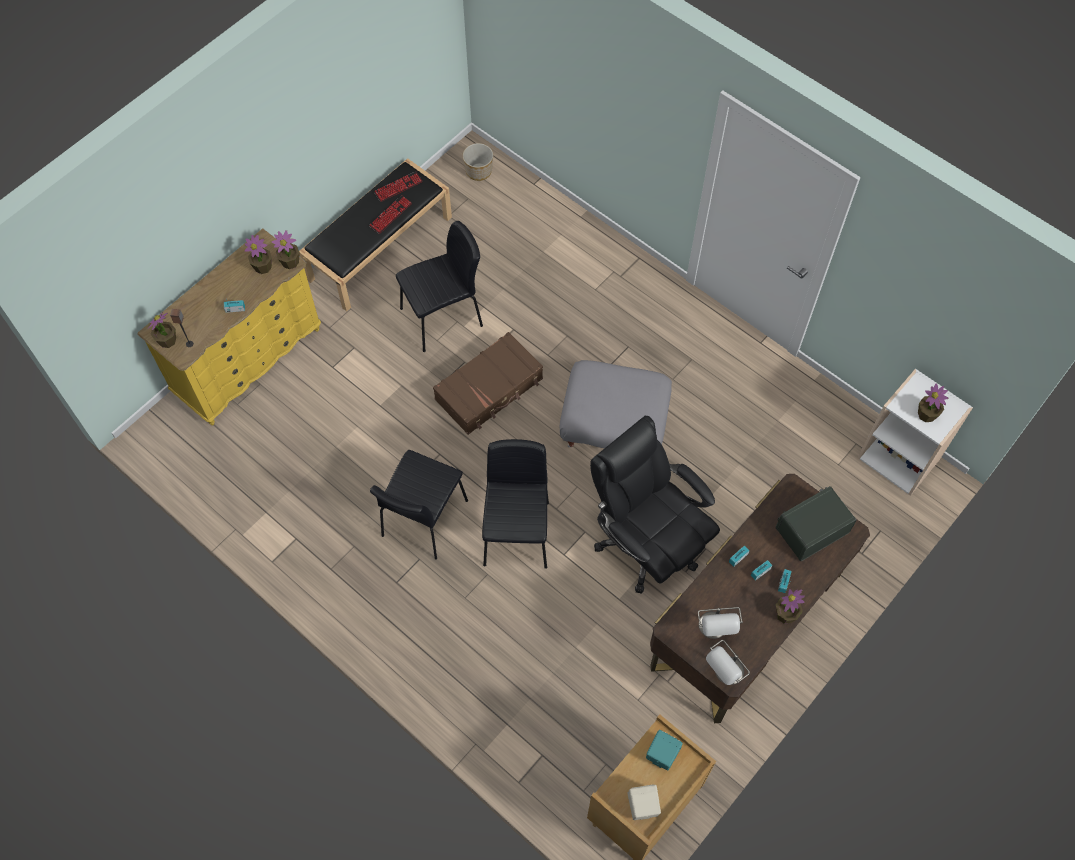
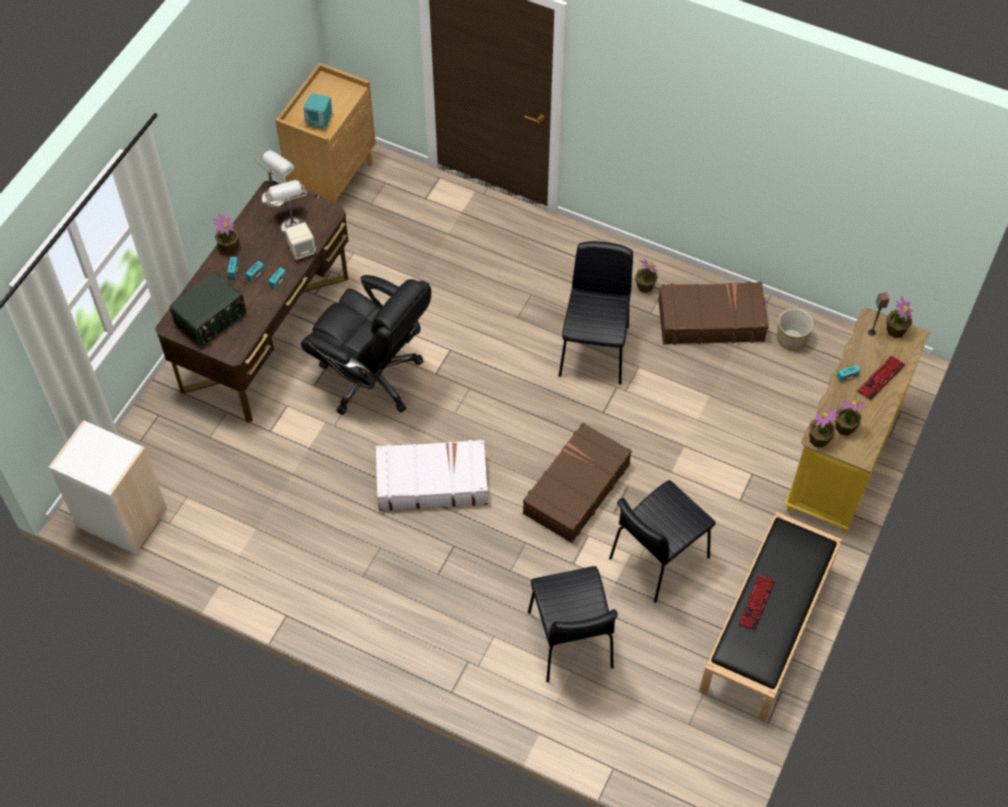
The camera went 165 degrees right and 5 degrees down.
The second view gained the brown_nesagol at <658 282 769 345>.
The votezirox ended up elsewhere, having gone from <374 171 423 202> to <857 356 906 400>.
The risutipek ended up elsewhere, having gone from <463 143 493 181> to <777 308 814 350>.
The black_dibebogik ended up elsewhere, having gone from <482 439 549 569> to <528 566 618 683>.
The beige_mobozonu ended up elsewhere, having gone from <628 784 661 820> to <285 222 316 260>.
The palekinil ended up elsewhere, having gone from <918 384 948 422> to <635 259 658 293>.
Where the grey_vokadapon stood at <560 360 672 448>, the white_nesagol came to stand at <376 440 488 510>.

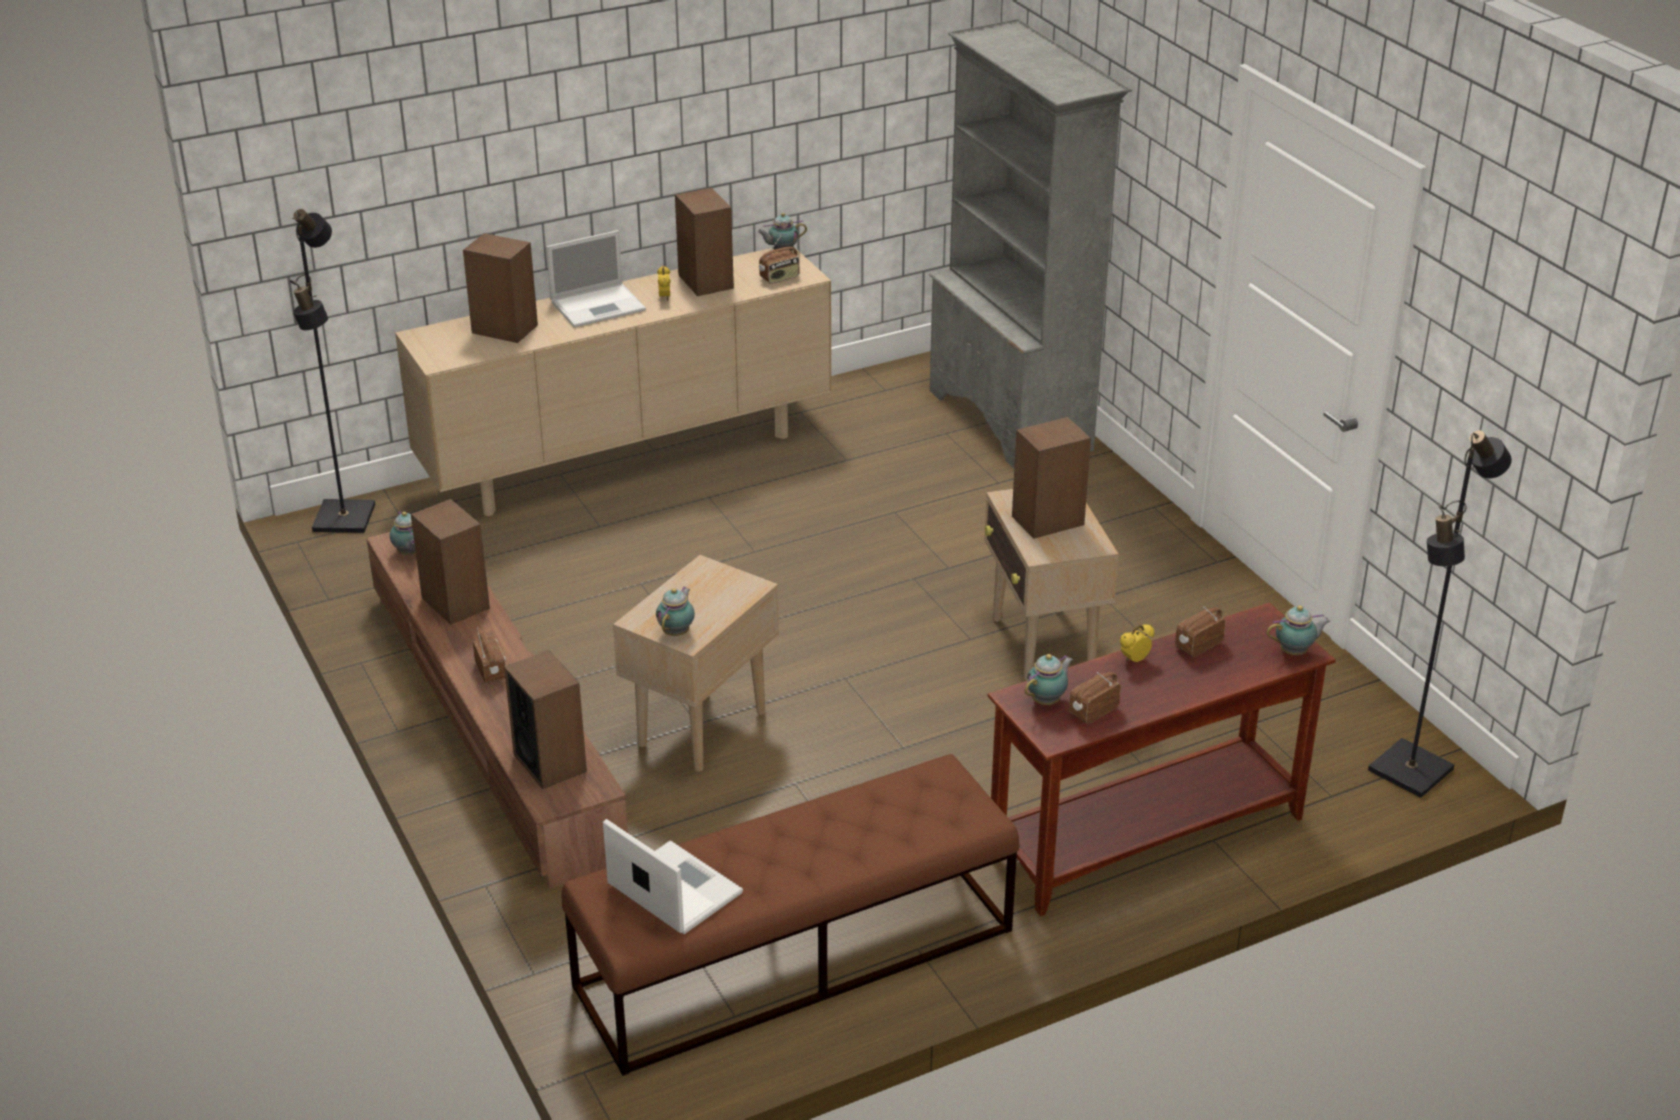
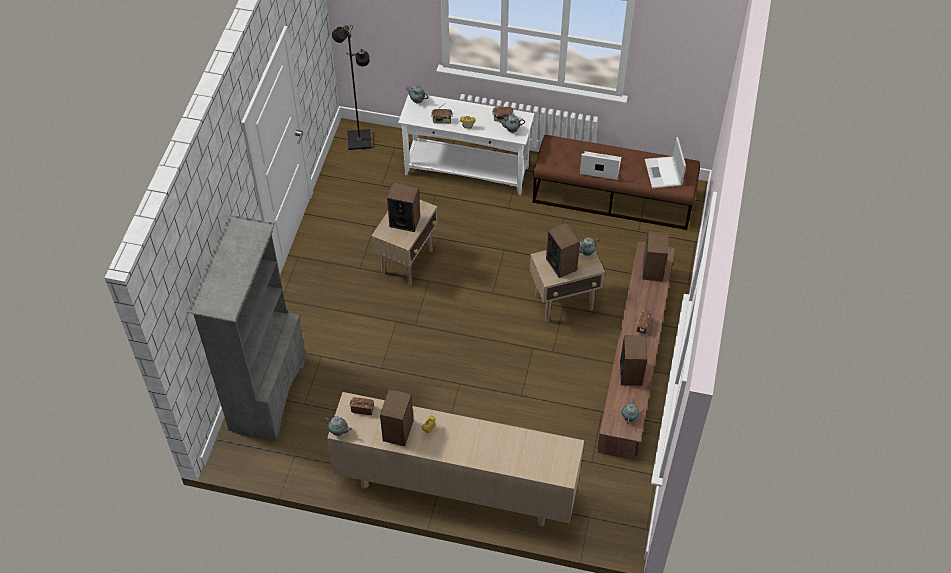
The camera went 140 degrees left and 20 degrees up.
The second view lost the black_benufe at <290 209 375 533>.
The mobozonu ended up elsewhere, having gone from <463 233 538 343> to <546 223 580 278>.
The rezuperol ended up elsewhere, having gone from <546 230 646 328> to <580 151 622 180>.
What was the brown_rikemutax at <987 603 1336 916> turned into the white_rikemutax at <398 94 534 195>.

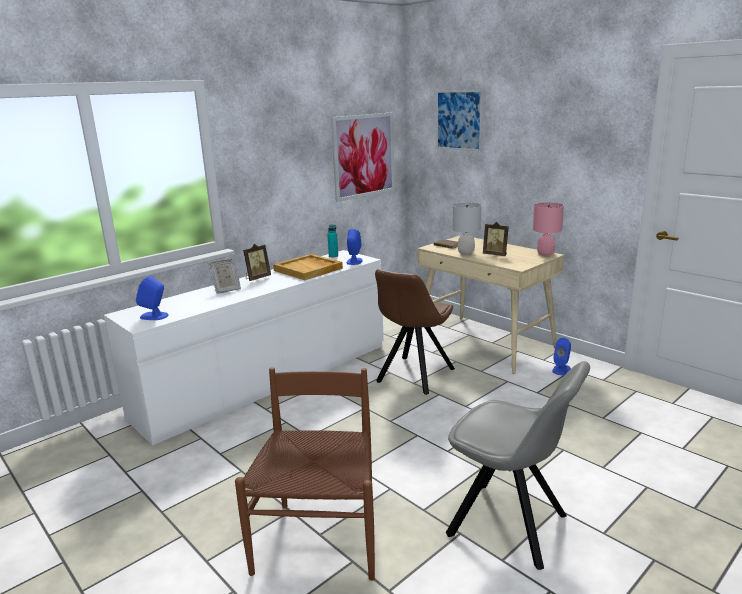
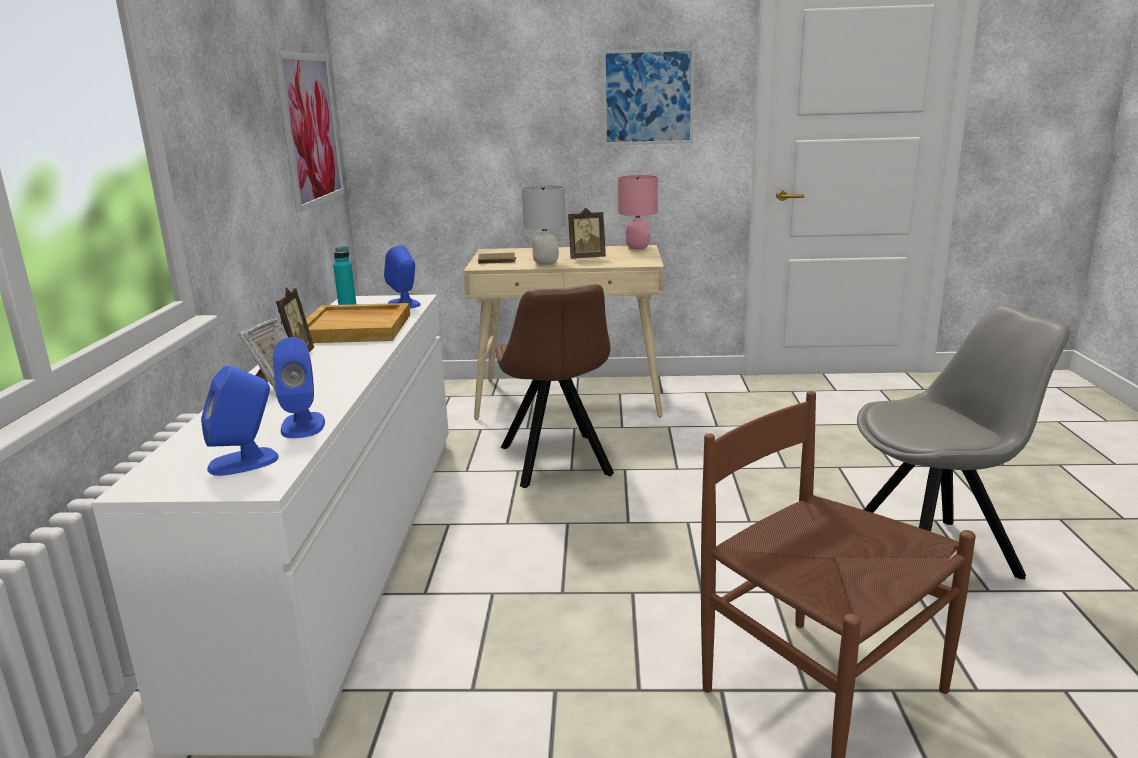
The camera went 45 degrees left and 0 degrees up.
The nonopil ended up elsewhere, having gone from <436 90 483 151> to <602 47 695 146>.
The blue_mobozonu ended up elsewhere, having gone from <552 338 571 375> to <273 337 325 438>.

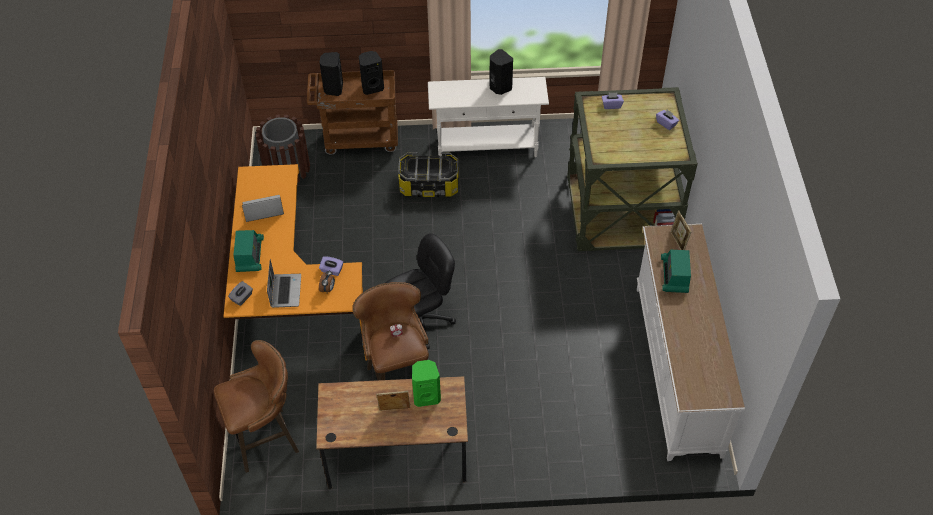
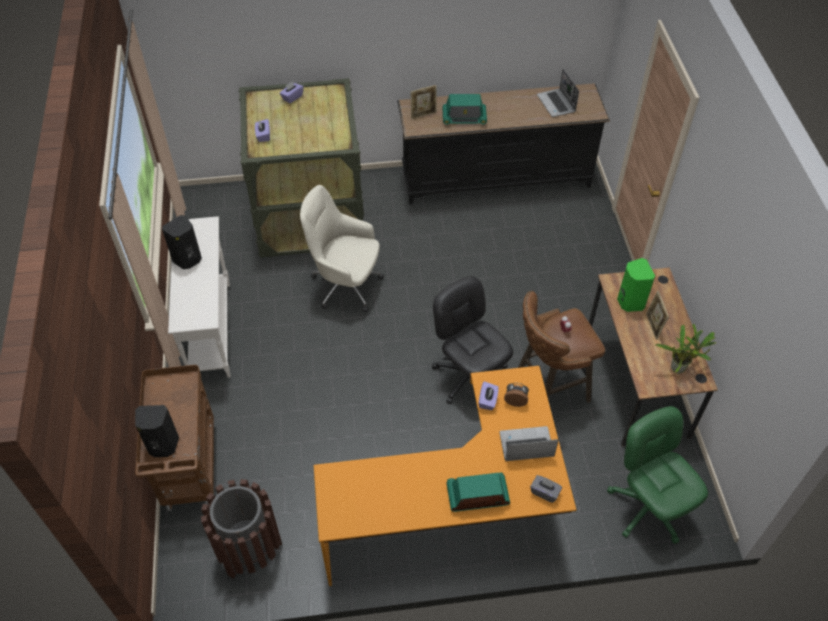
The camera went 95 degrees left and 0 degrees up.
The second view lost the black_mobozonu at <359 51 384 95>.
The second view lost the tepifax at <398 152 458 197>.
The second view gained the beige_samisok at <300 185 384 312>.
The second view gained the palekinil at <655 323 716 373>.
The rezuperol ended up elsewhere, having gone from <242 195 284 222> to <537 69 579 117>.
Where the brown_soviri stood at <214 340 299 473>, the green_samisok came to stand at <607 406 708 544>.
What was the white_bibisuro at <637 224 745 461> turned into the black_bibisuro at <397 83 610 204>.

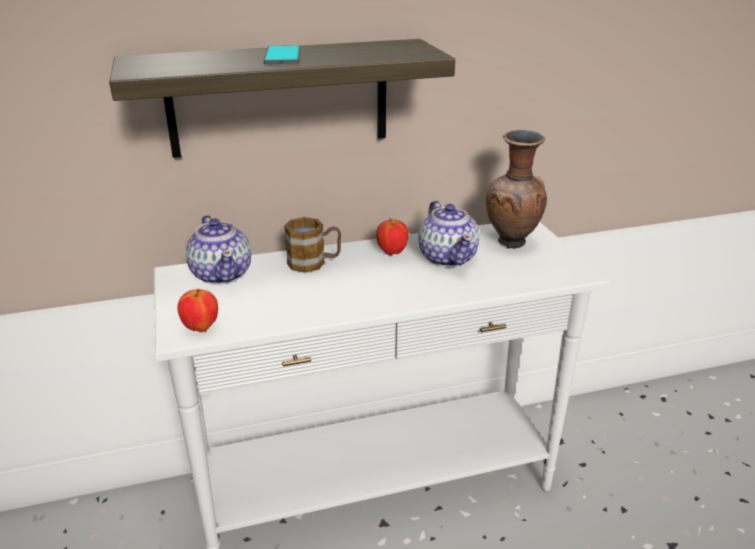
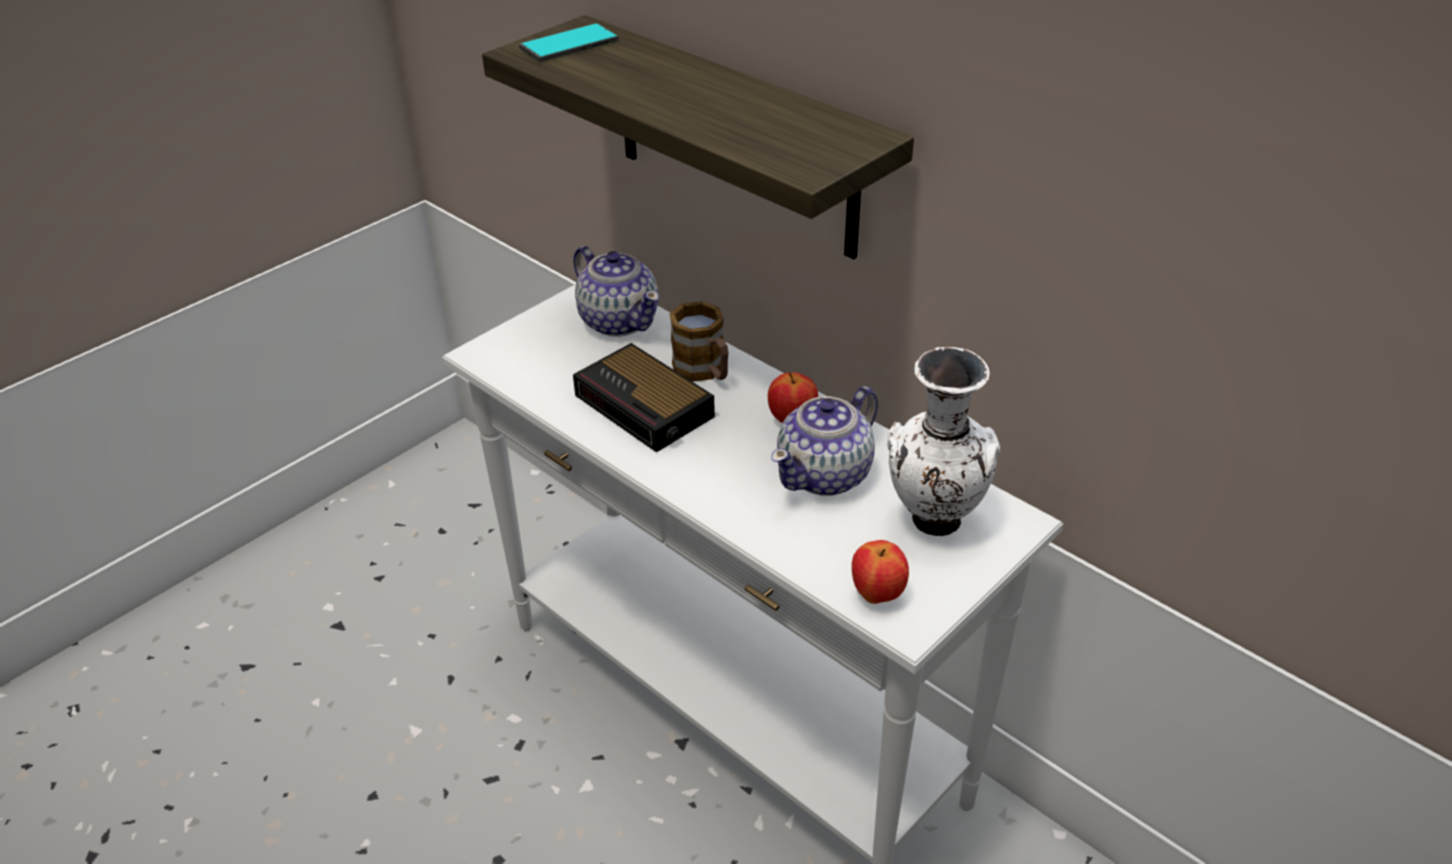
The camera went 60 degrees right and 10 degrees up.
The second view gained the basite at <573 343 715 453>.
The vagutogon ended up elsewhere, having gone from <177 289 218 332> to <852 540 909 604>.
The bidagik ended up elsewhere, having gone from <264 45 301 64> to <519 23 618 62>.
What was the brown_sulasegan at <486 130 547 249> turned into the white_sulasegan at <887 347 1000 536>.
The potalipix at <186 215 251 285> ended up facing another way, 75 degrees counterclockwise from before.

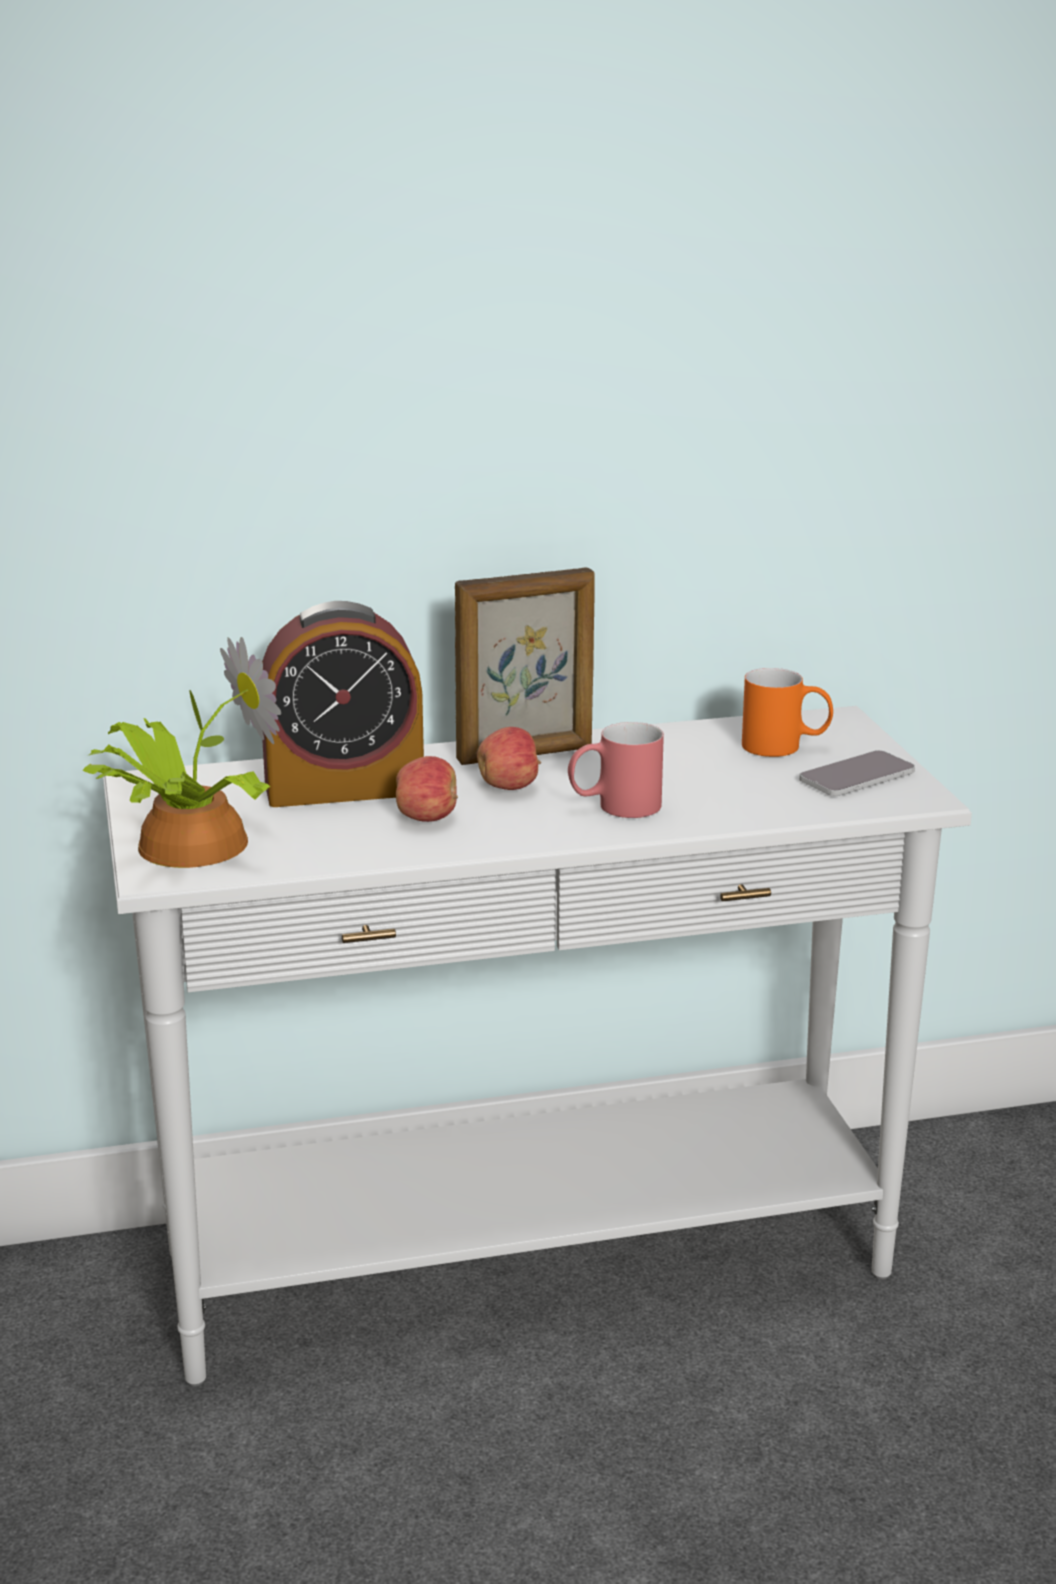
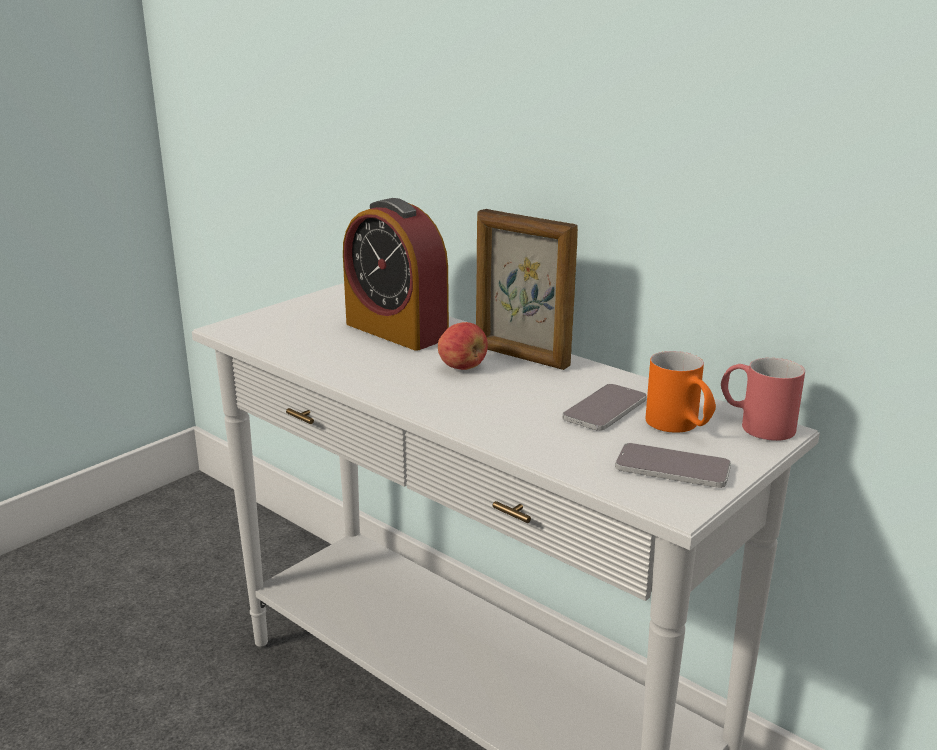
The camera went 55 degrees right and 0 degrees up.
The second view lost the palekinil at <82 637 281 868>.
The second view lost the vagutogon at <396 756 458 822>.
The second view gained the bidagik at <562 384 647 431>.
The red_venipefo ended up elsewhere, having gone from <568 722 664 818> to <721 358 805 441>.

